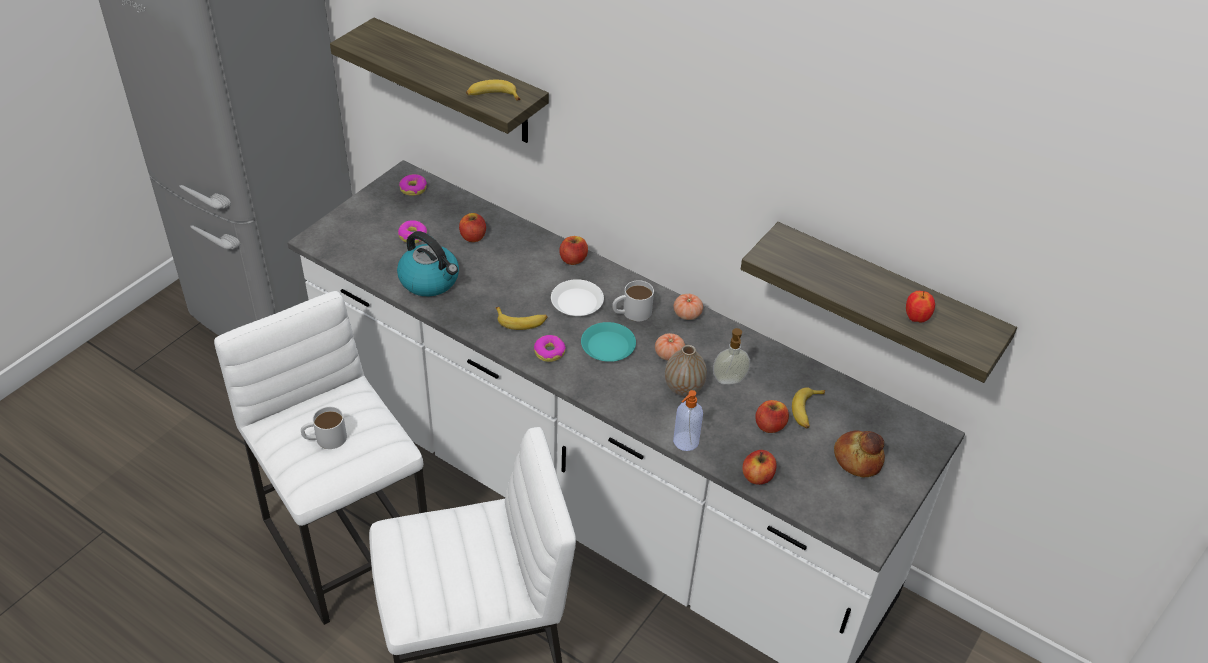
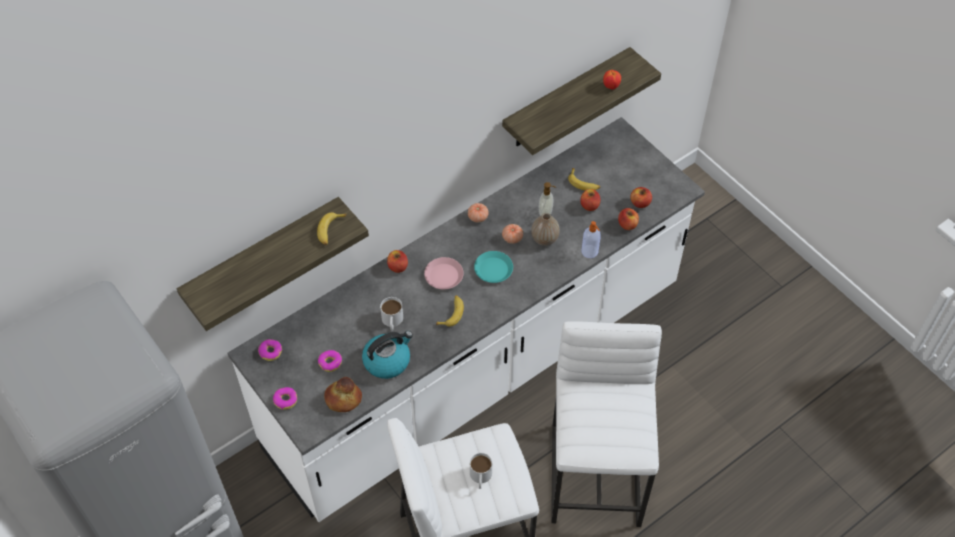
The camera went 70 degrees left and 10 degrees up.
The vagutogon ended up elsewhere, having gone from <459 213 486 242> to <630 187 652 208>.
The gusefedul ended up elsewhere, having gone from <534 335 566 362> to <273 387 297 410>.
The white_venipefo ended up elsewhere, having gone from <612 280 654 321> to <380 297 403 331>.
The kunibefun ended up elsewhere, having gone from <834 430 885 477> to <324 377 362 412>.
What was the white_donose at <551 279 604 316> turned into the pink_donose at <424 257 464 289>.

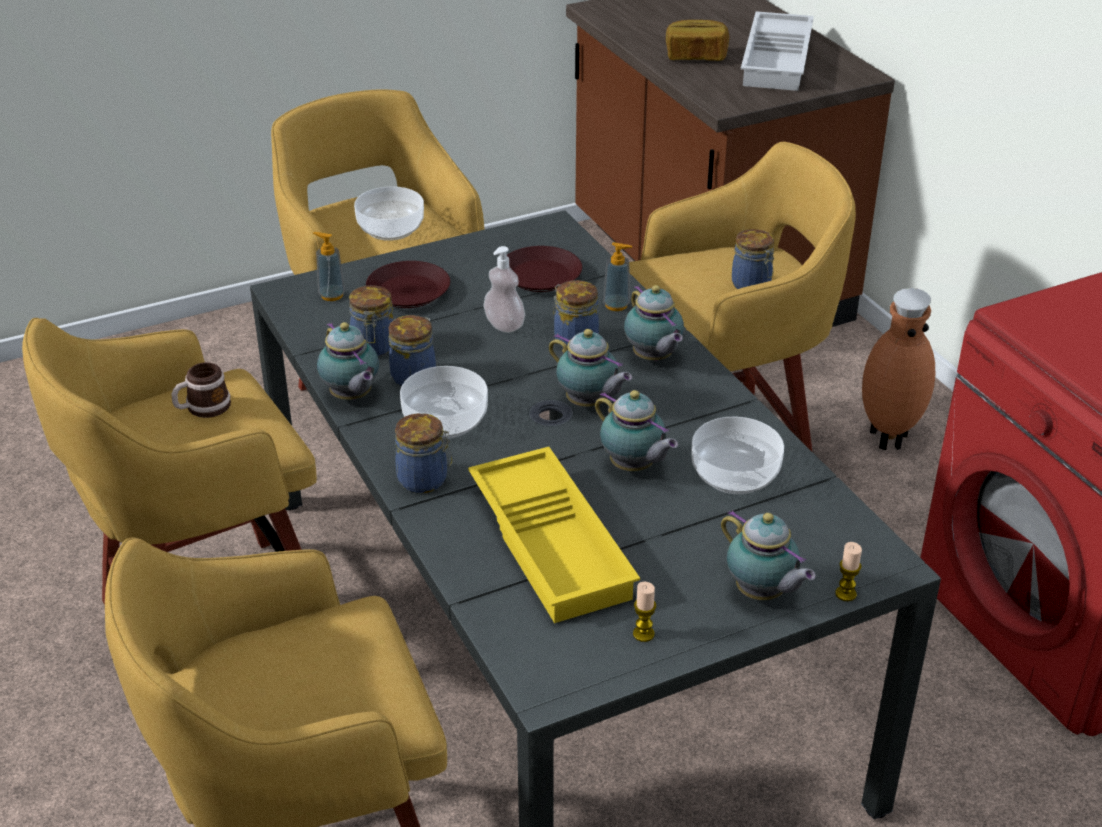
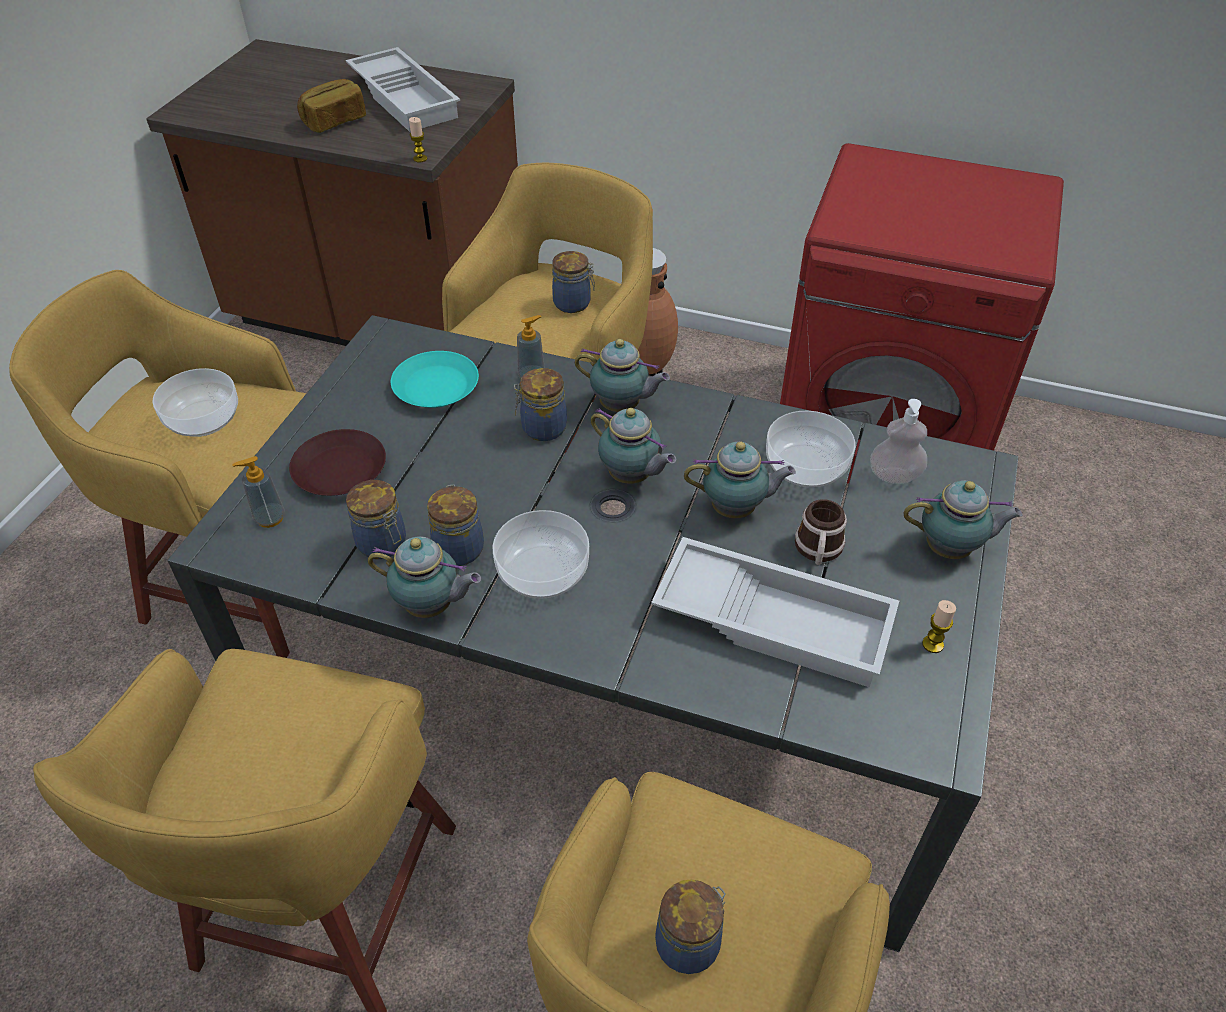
The camera went 45 degrees left and 10 degrees up.
The venipefo ended up elsewhere, having gone from <171 362 231 418> to <795 499 847 565>.
The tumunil ended up elsewhere, having gone from <395 413 452 493> to <655 879 726 974>.
The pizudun ended up elsewhere, having gone from <483 246 525 333> to <870 399 927 484>.
The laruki ended up elsewhere, having gone from <835 542 862 601> to <409 117 427 162>.
What was the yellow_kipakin at <468 447 640 623> turned into the white_kipakin at <651 537 899 687>.
What was the brown_donose at <507 246 582 292> turned into the turquoise_donose at <391 351 479 408>.
The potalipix at <549 329 632 407> ended up facing another way, 45 degrees clockwise from before.

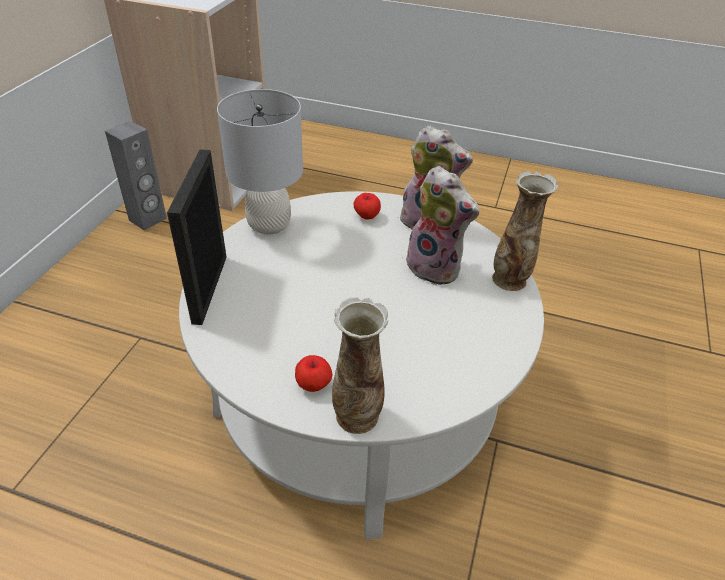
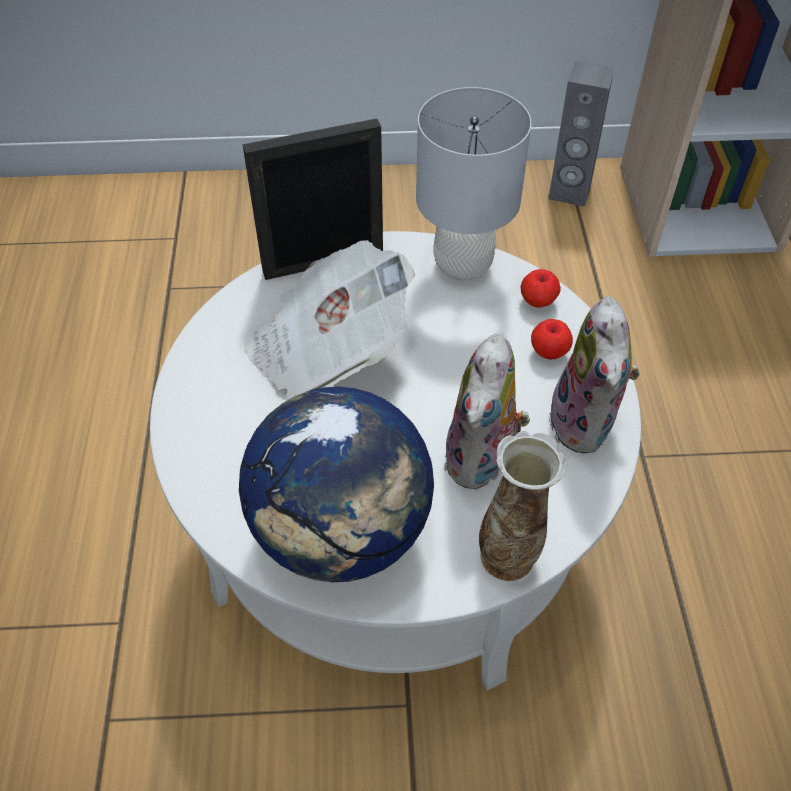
The camera went 70 degrees right and 10 degrees up.
The second view lost the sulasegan at <332 297 388 434>.
The second view gained the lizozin at <239 387 434 582>.
The second view gained the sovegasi at <244 240 415 400>.
The vagutogon ended up elsewhere, having gone from <295 355 332 392> to <520 269 561 308>.

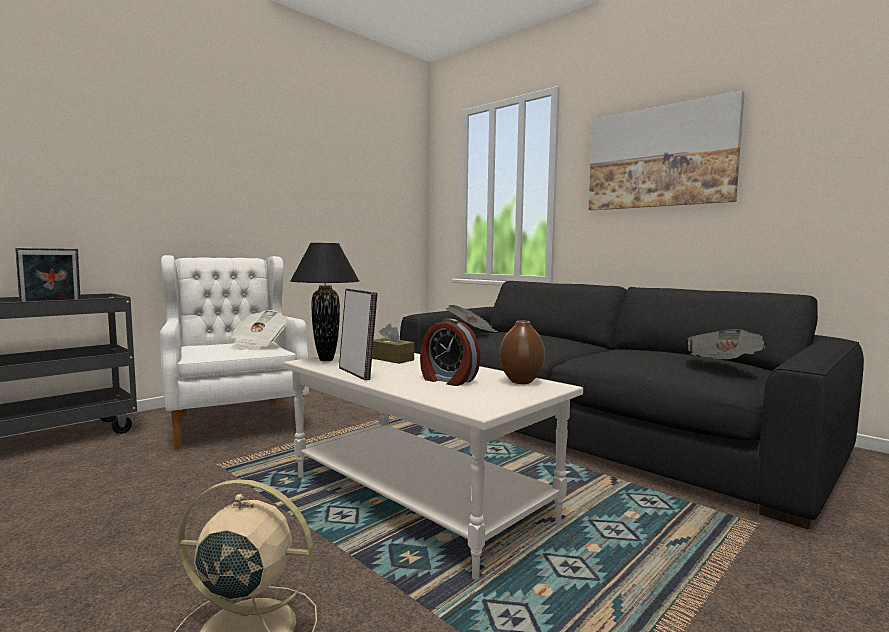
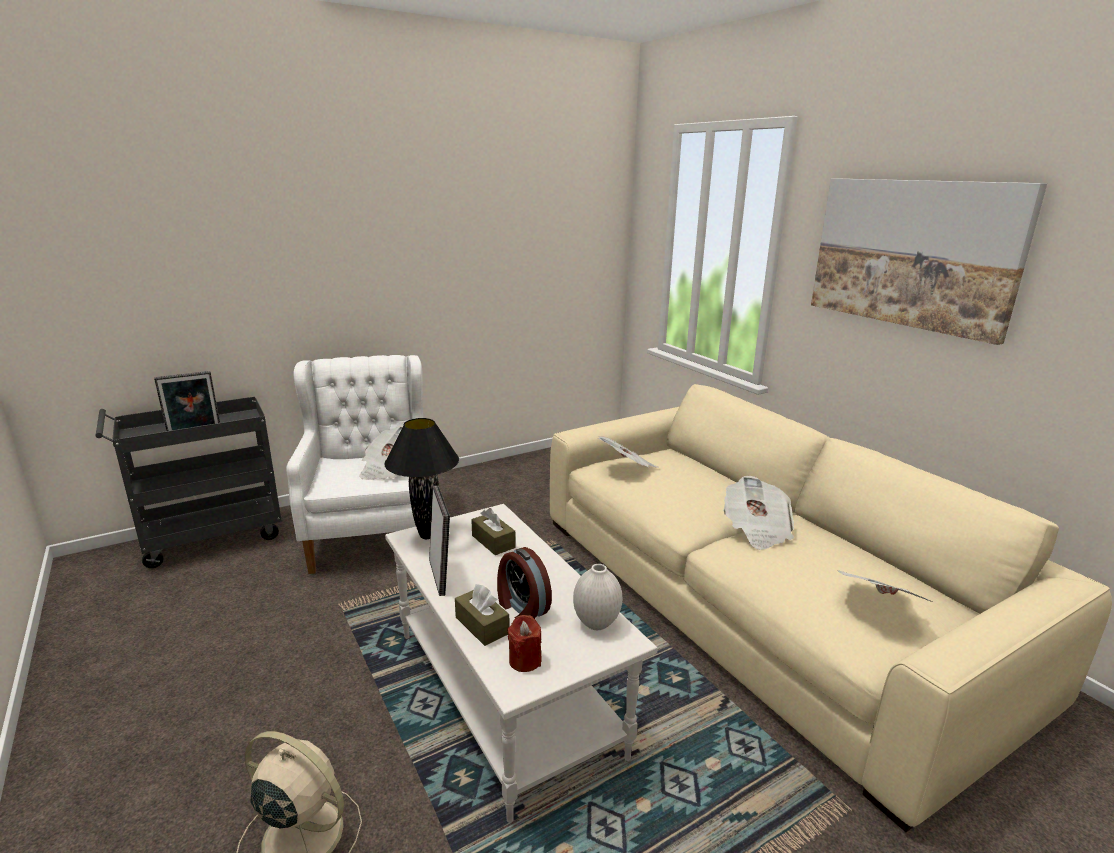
The camera went 15 degrees right and 15 degrees up.
The second view gained the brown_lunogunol at <455 584 510 646>.
The second view gained the red_laruki at <507 615 542 672>.
The second view gained the sovegasi at <723 476 794 550>.
What was the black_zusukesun at <400 281 864 529> turned into the beige_zusukesun at <550 384 1112 832>.
What was the brown_sulasegan at <500 321 545 384> turned into the white_sulasegan at <573 564 622 630>.

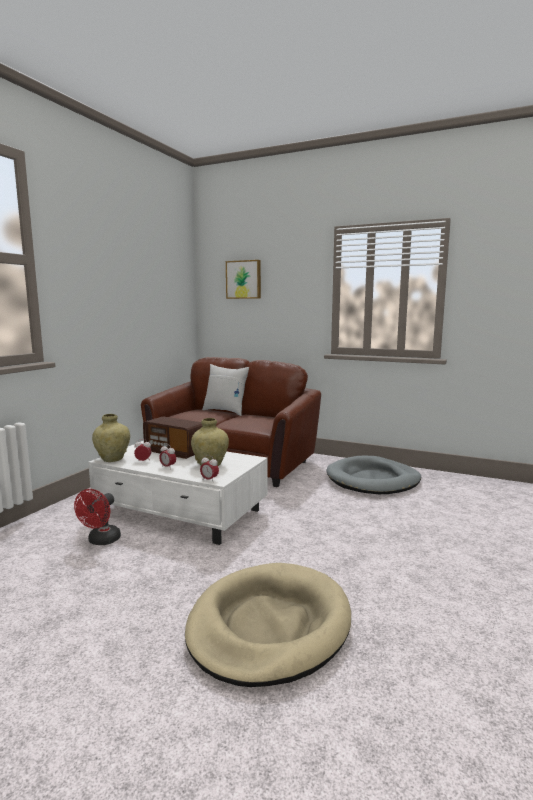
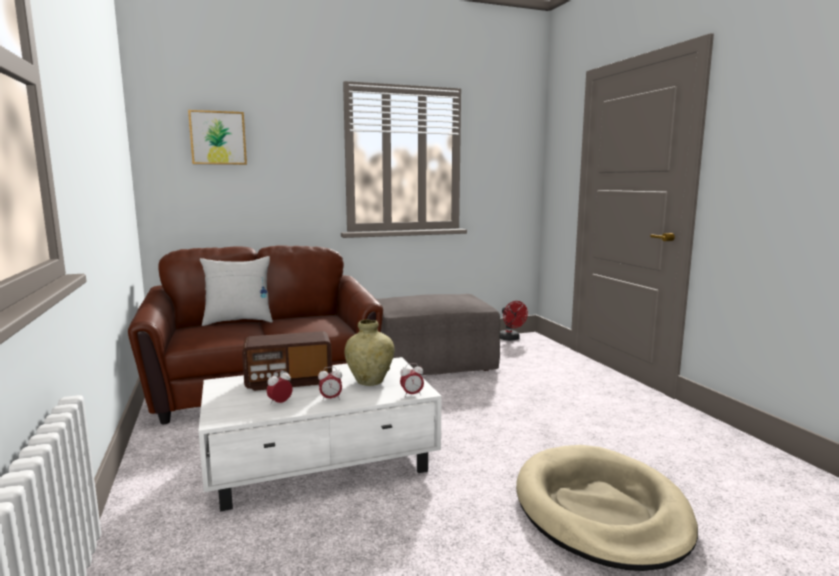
The camera went 45 degrees left and 0 degrees up.
The second view lost the beige_sulasegan at <92 414 130 462>.
The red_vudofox ended up elsewhere, having gone from <74 489 121 545> to <500 301 528 341>.
Where the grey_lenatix stood at <327 456 421 494>, the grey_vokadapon came to stand at <376 294 500 375>.

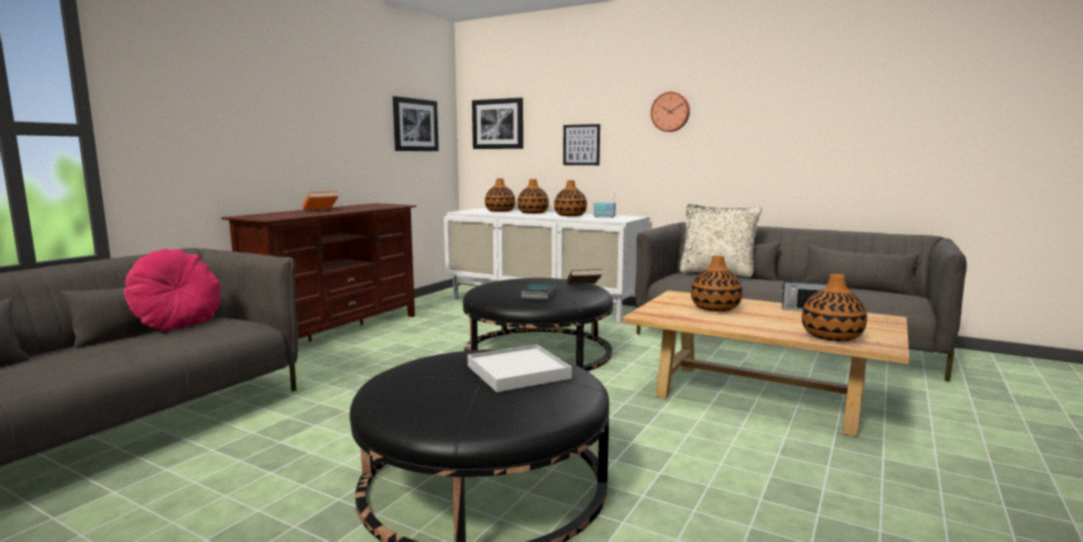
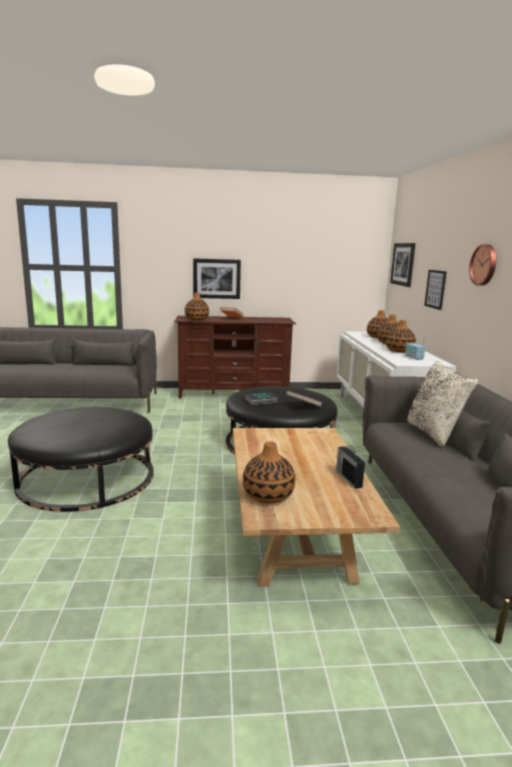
The camera went 55 degrees right and 5 degrees up.
The second view lost the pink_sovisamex at <124 249 220 331>.
The second view lost the white_kipakin at <468 344 572 392>.
The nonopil ended up elsewhere, having gone from <393 96 439 151> to <193 258 241 299>.
The sulasegan ended up elsewhere, having gone from <691 255 742 311> to <185 293 209 320>.

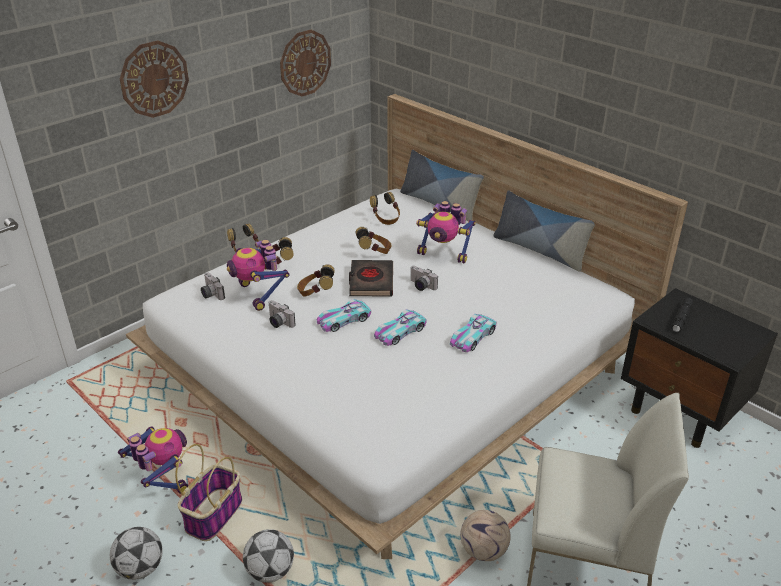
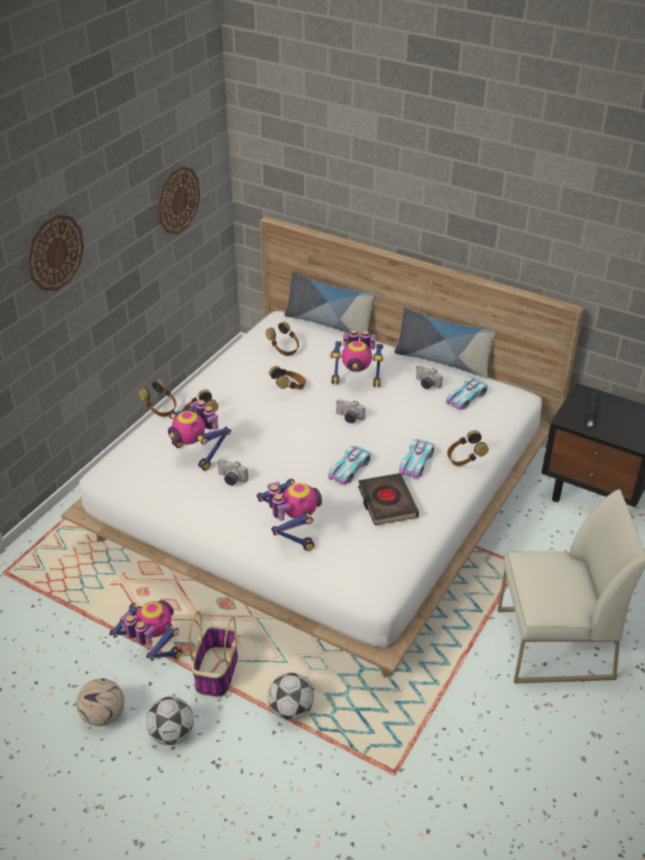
The camera went 15 degrees left and 5 degrees up.
The second view gained the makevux at <257 479 322 551>.
The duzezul ended up elsewhere, having gone from <201 272 225 300> to <416 365 443 389>.
The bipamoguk ended up elsewhere, having gone from <297 264 335 297> to <447 430 489 466>.
The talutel ended up elsewhere, having gone from <317 299 371 332> to <446 377 488 410>.
The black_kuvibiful ended up elsewhere, having gone from <349 260 393 297> to <358 473 419 525>.
The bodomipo ended up elsewhere, having gone from <460 510 511 561> to <77 678 124 726>.

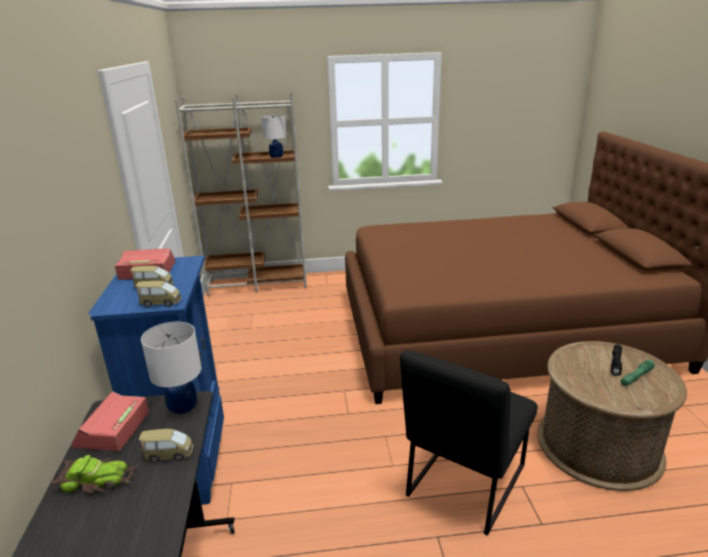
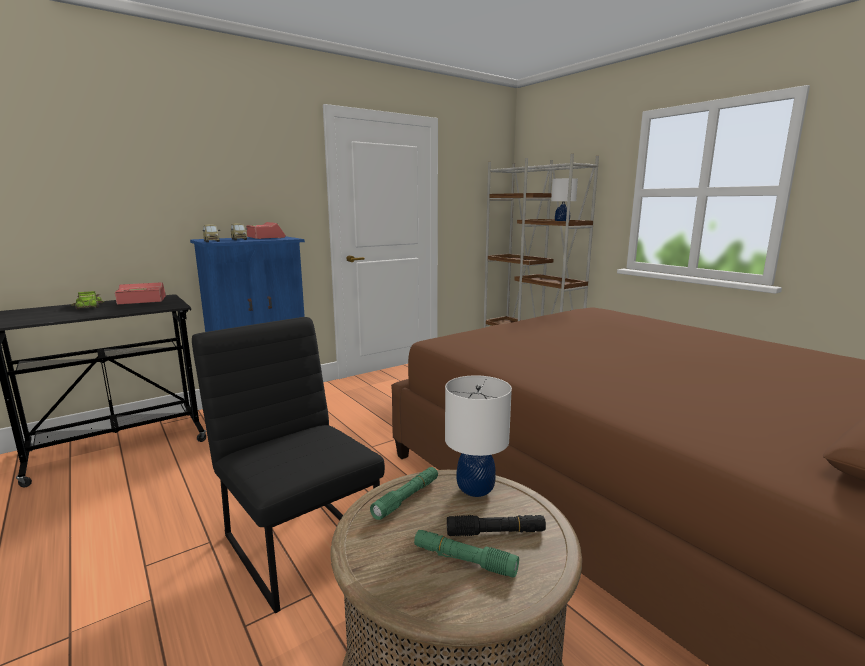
The camera went 60 degrees right and 10 degrees down.
The second view lost the talutel at <139 429 193 463>.
The second view gained the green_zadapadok at <370 467 438 520>.
The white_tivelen ended up elsewhere, having gone from <141 322 202 414> to <445 375 512 497>.
The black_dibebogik at <400 350 538 536> ended up facing another way, 45 degrees clockwise from before.

